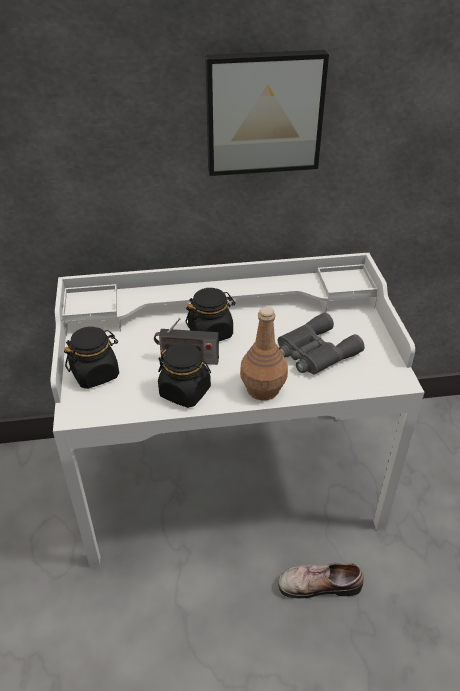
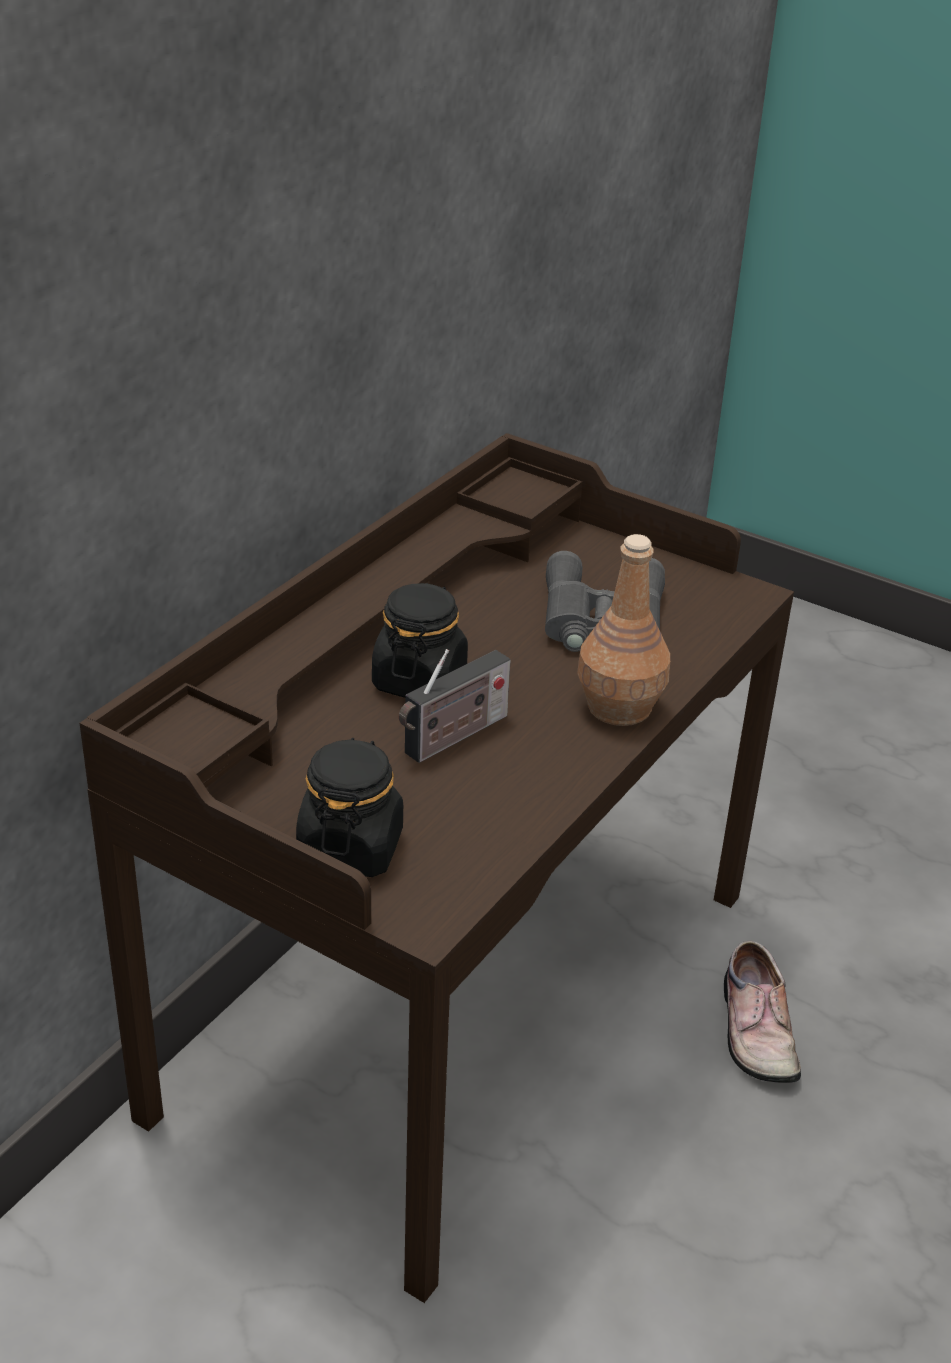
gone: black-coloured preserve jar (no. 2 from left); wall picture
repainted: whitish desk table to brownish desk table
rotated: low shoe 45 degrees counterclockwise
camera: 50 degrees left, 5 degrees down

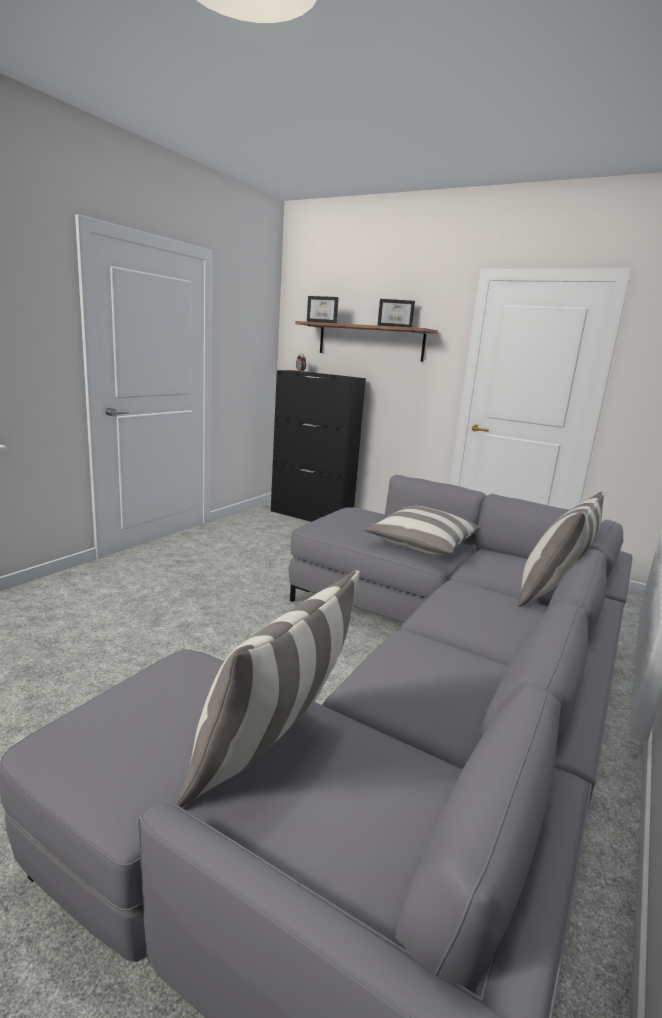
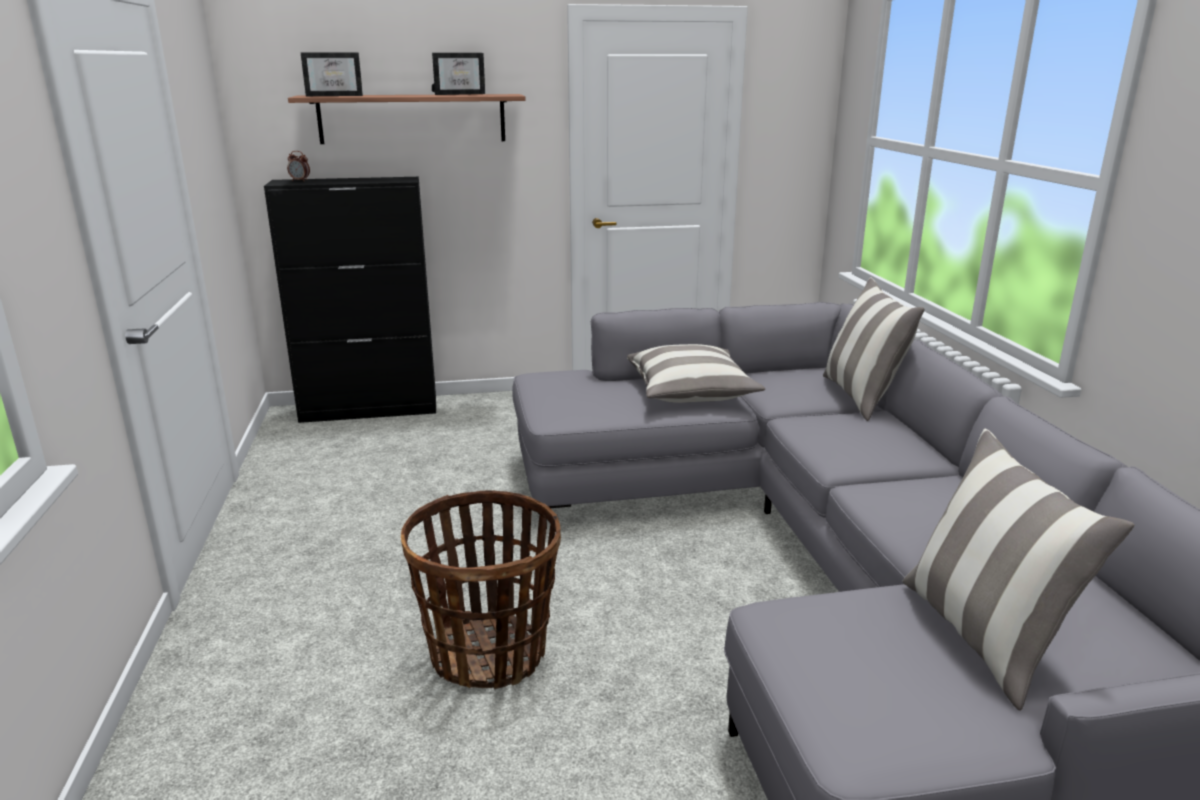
new: household basket
camera: 40 degrees left, 5 degrees up

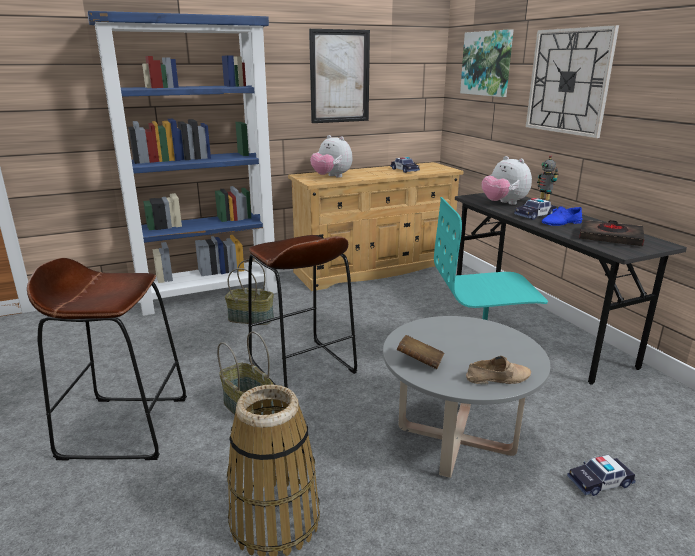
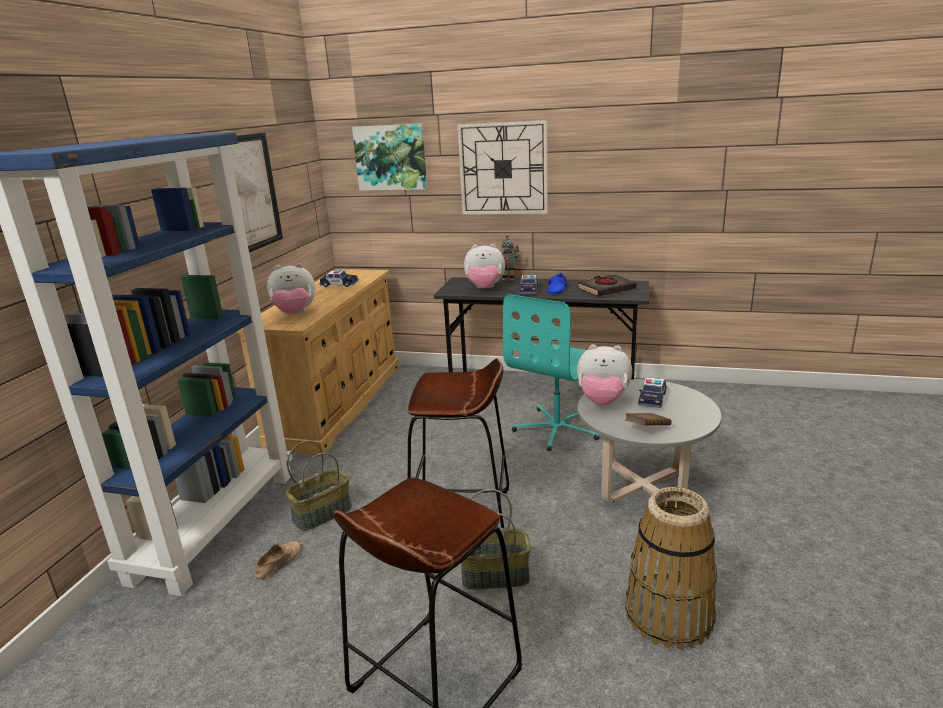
new: plush toy (no. 3 from left)
shifted: beige low shoe; model car (no. 3 from left)
camera: 50 degrees left, 0 degrees up

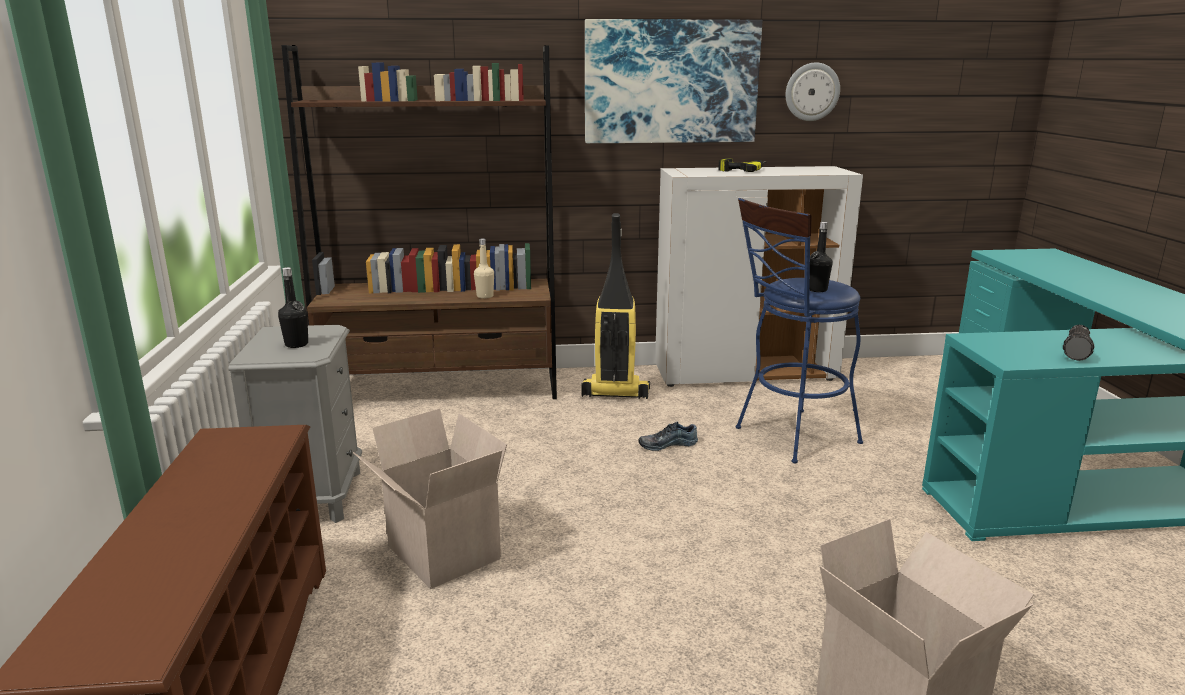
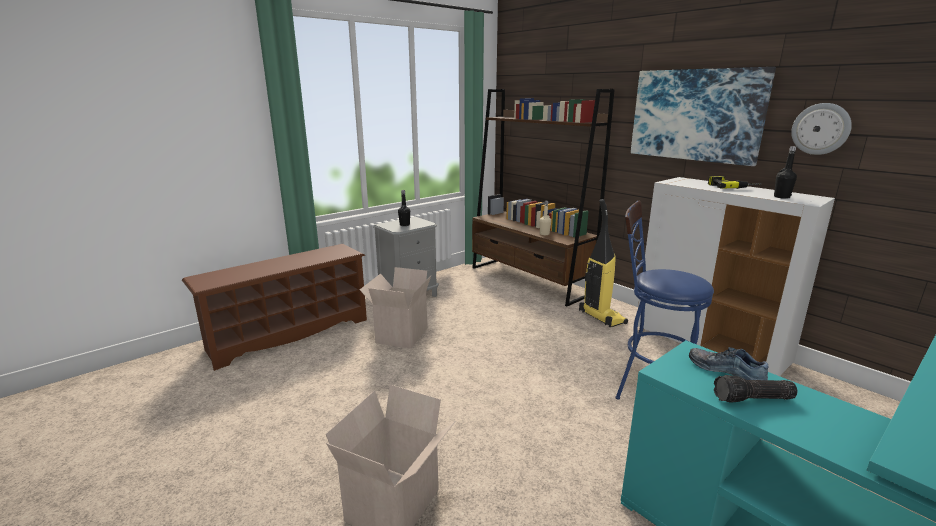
shifted: low shoe; black-coloured bottle (no. 2 from left)
camera: 55 degrees right, 0 degrees up

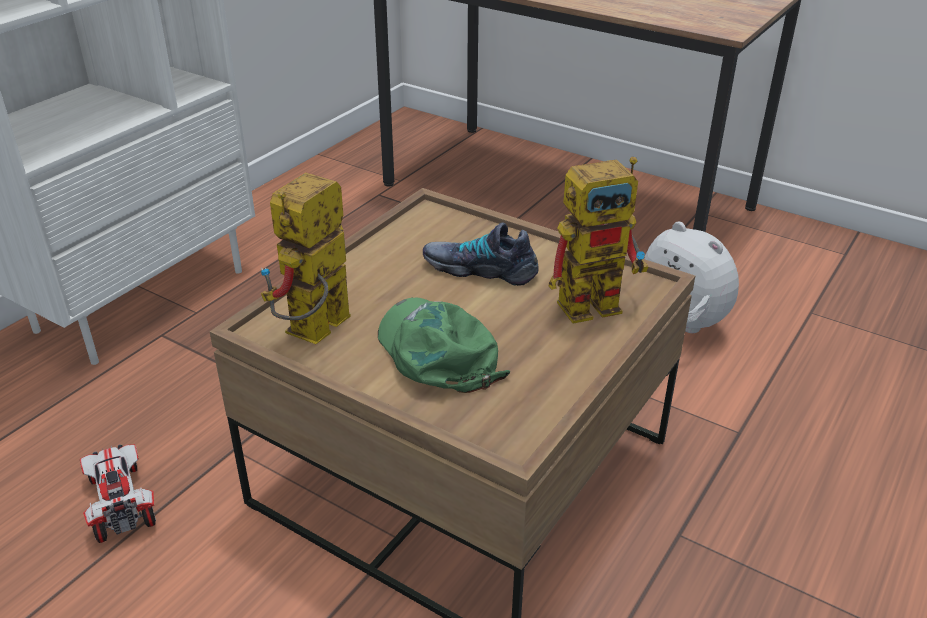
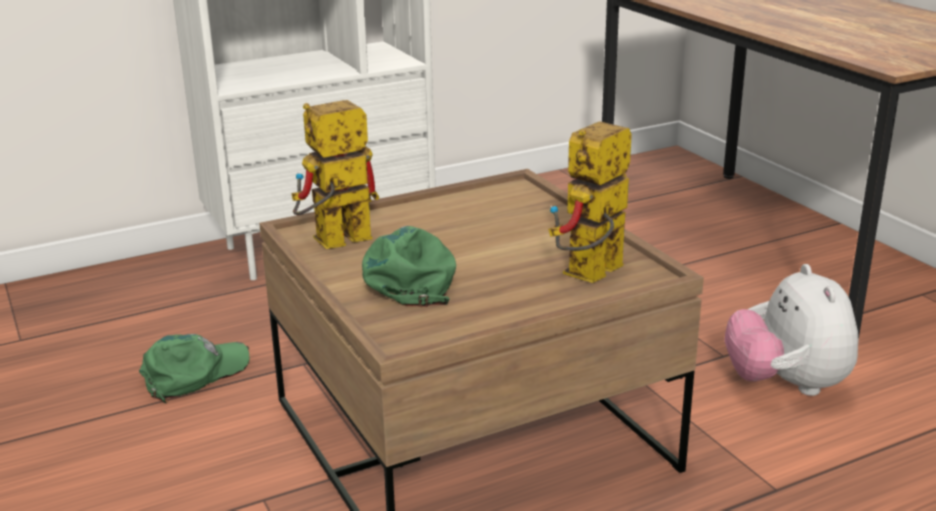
gone: low shoe
swapped: model car to green peaked cap (no. 1 from left)
rotated: toy robot (no. 2 from left) 120 degrees clockwise
camera: 30 degrees right, 10 degrees down

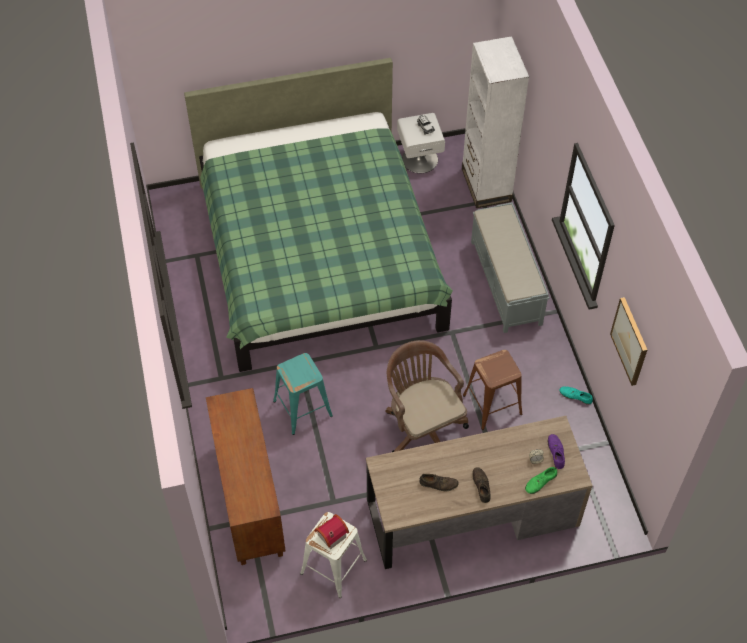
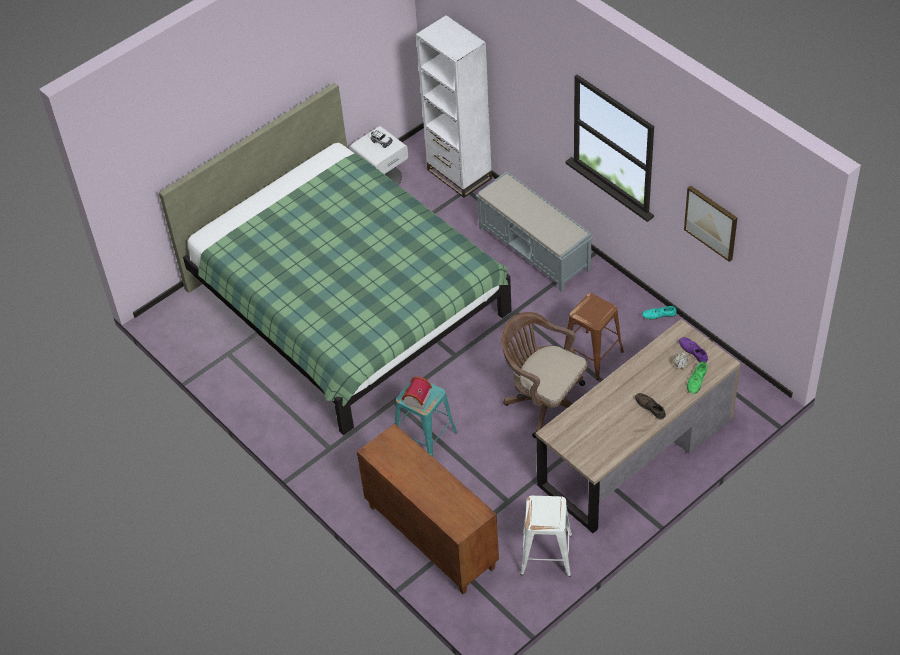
gone: brownish low shoe (no. 1 from left)
shifted: miniature house
camera: 25 degrees left, 5 degrees down

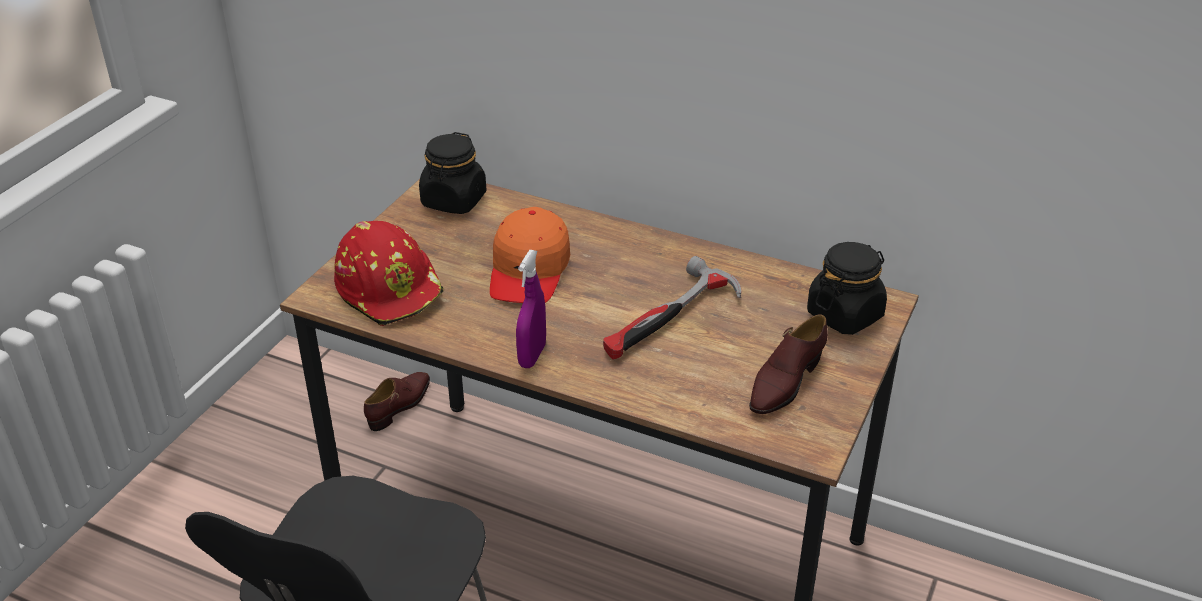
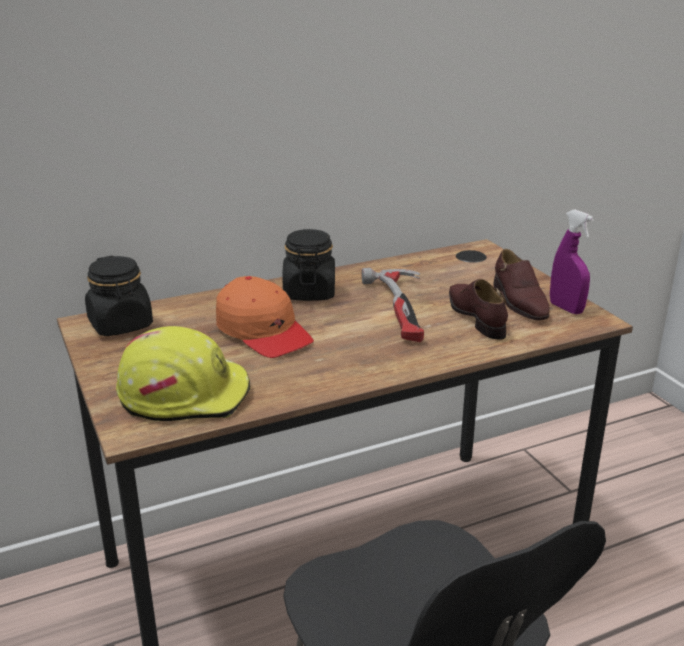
shifted: black-coloured preserve jar (no. 2 from left); brownish low shoe (no. 1 from left); purple-coloured spray bottle
repainted: reddish safety helmet to yellow safety helmet
camera: 50 degrees left, 10 degrees down

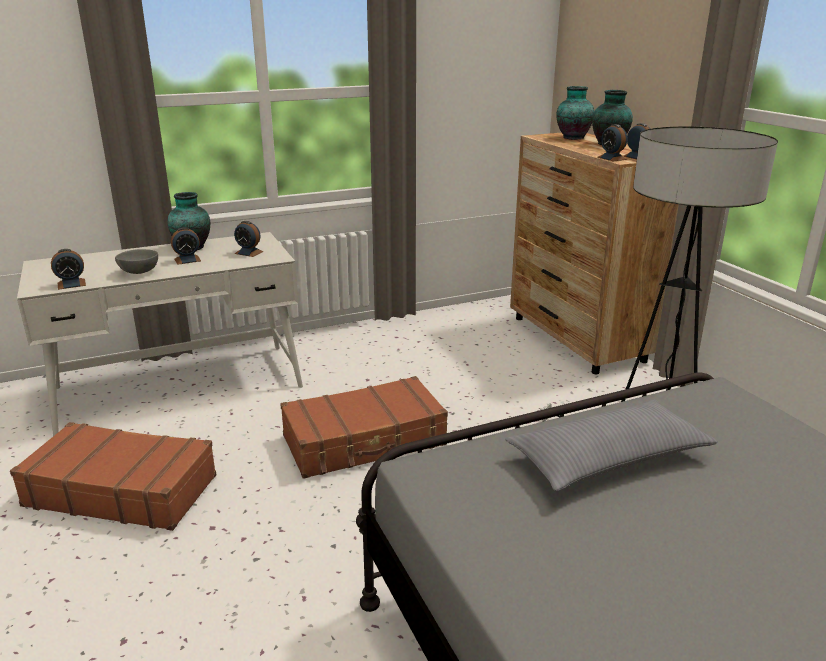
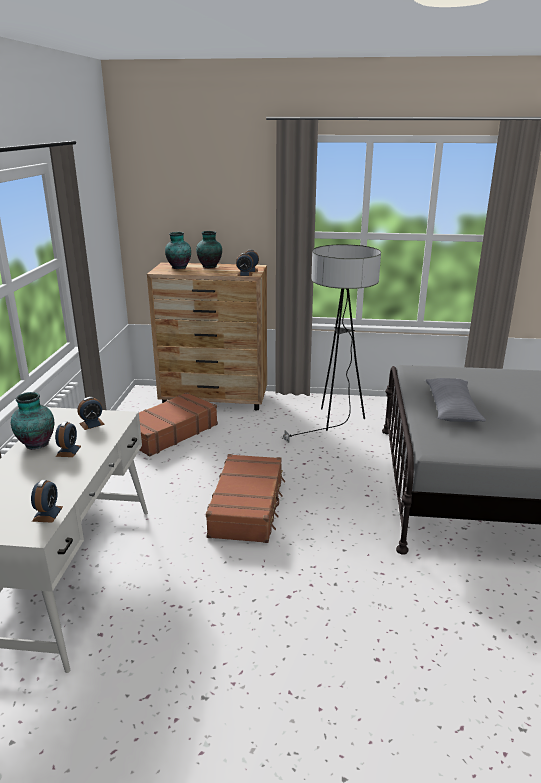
gone: greyish bowl
shifted: brownish piece of luggage (no. 1 from left)
camera: 60 degrees left, 0 degrees up

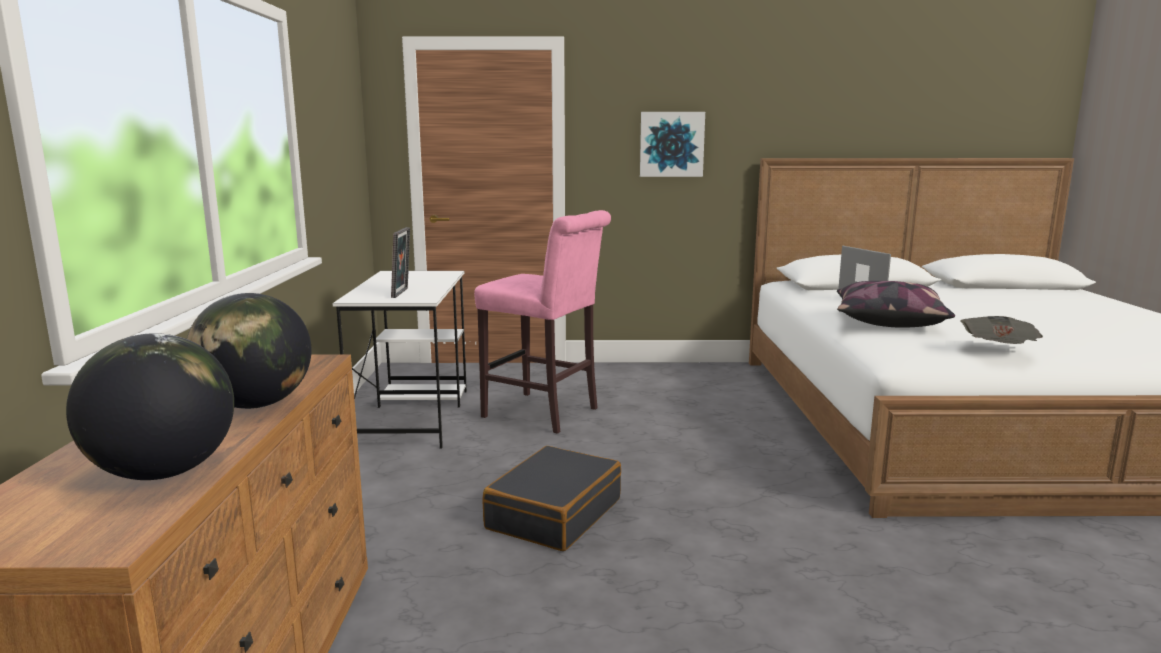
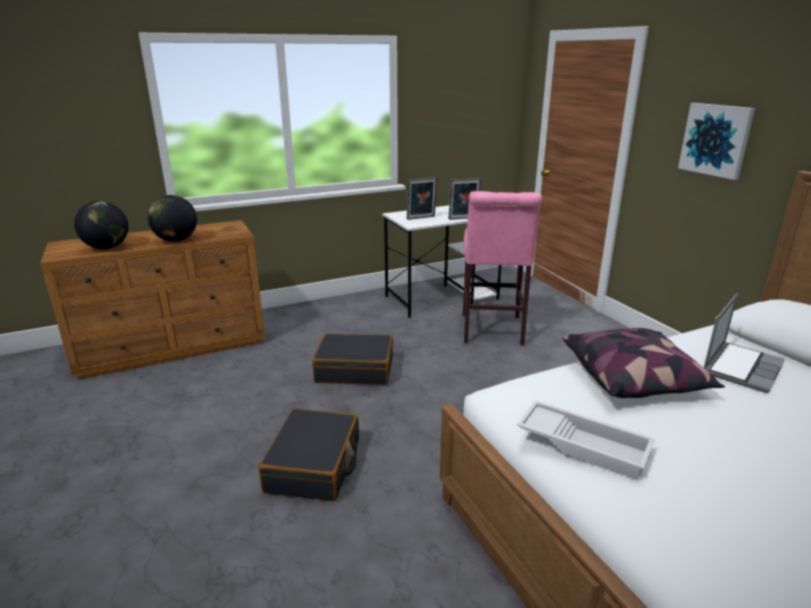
new: black-coloured piece of luggage (no. 1 from left); picture frame (no. 2 from left)
swapped: daily paper to whitish carrying tray
camera: 65 degrees right, 10 degrees up

